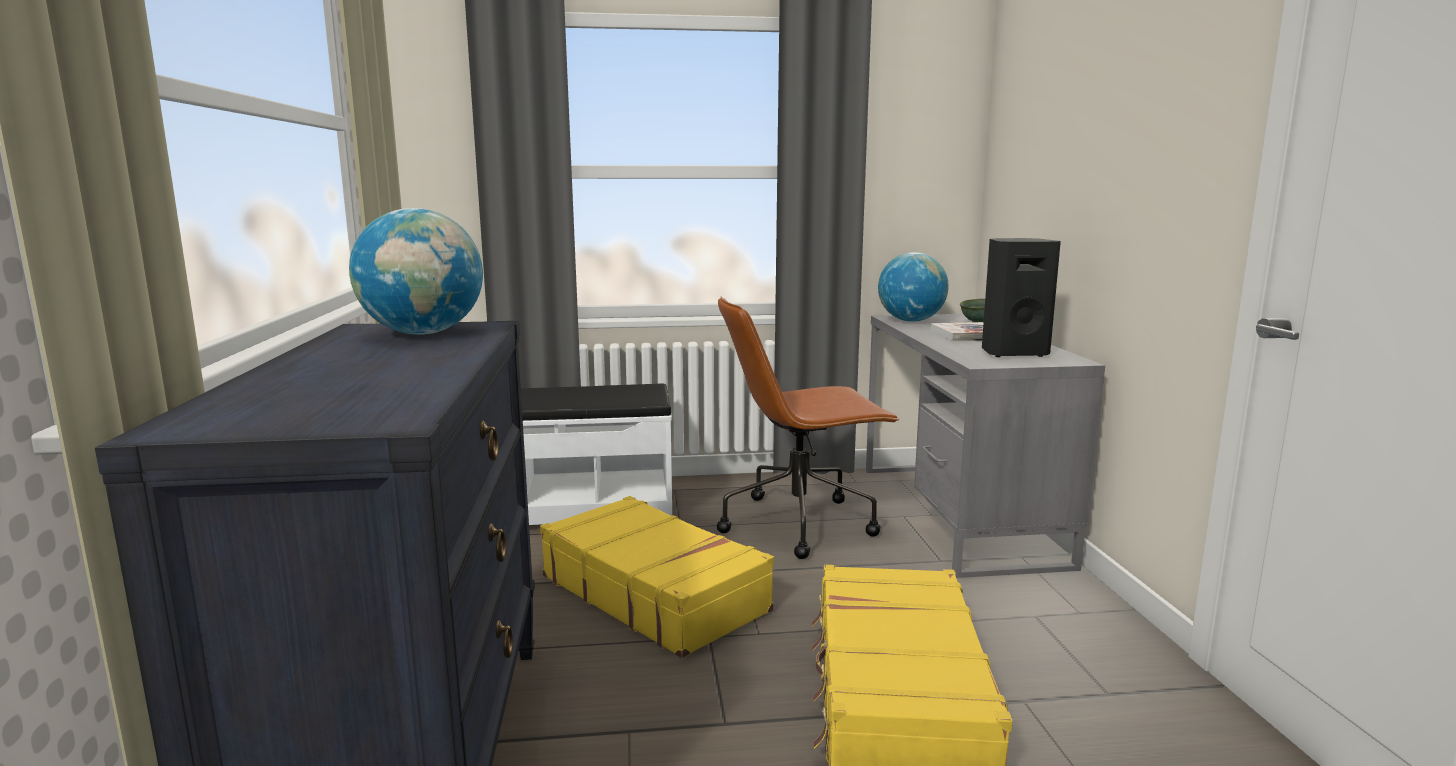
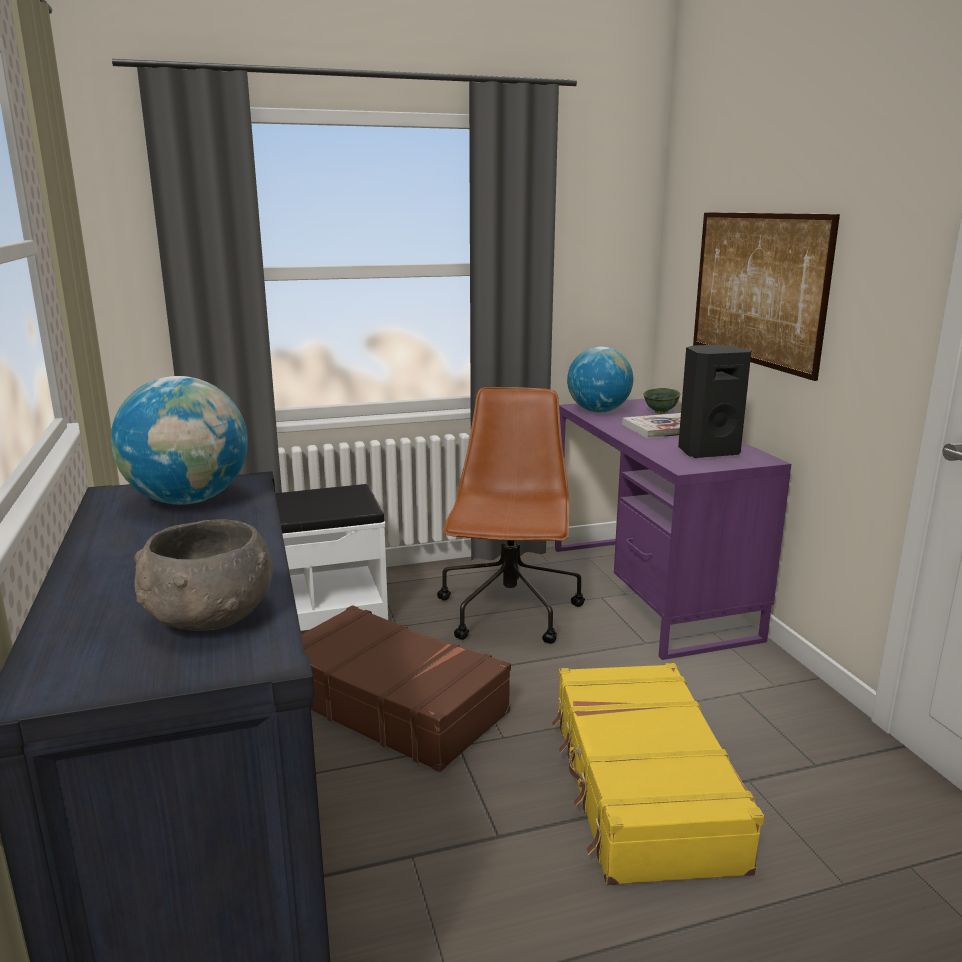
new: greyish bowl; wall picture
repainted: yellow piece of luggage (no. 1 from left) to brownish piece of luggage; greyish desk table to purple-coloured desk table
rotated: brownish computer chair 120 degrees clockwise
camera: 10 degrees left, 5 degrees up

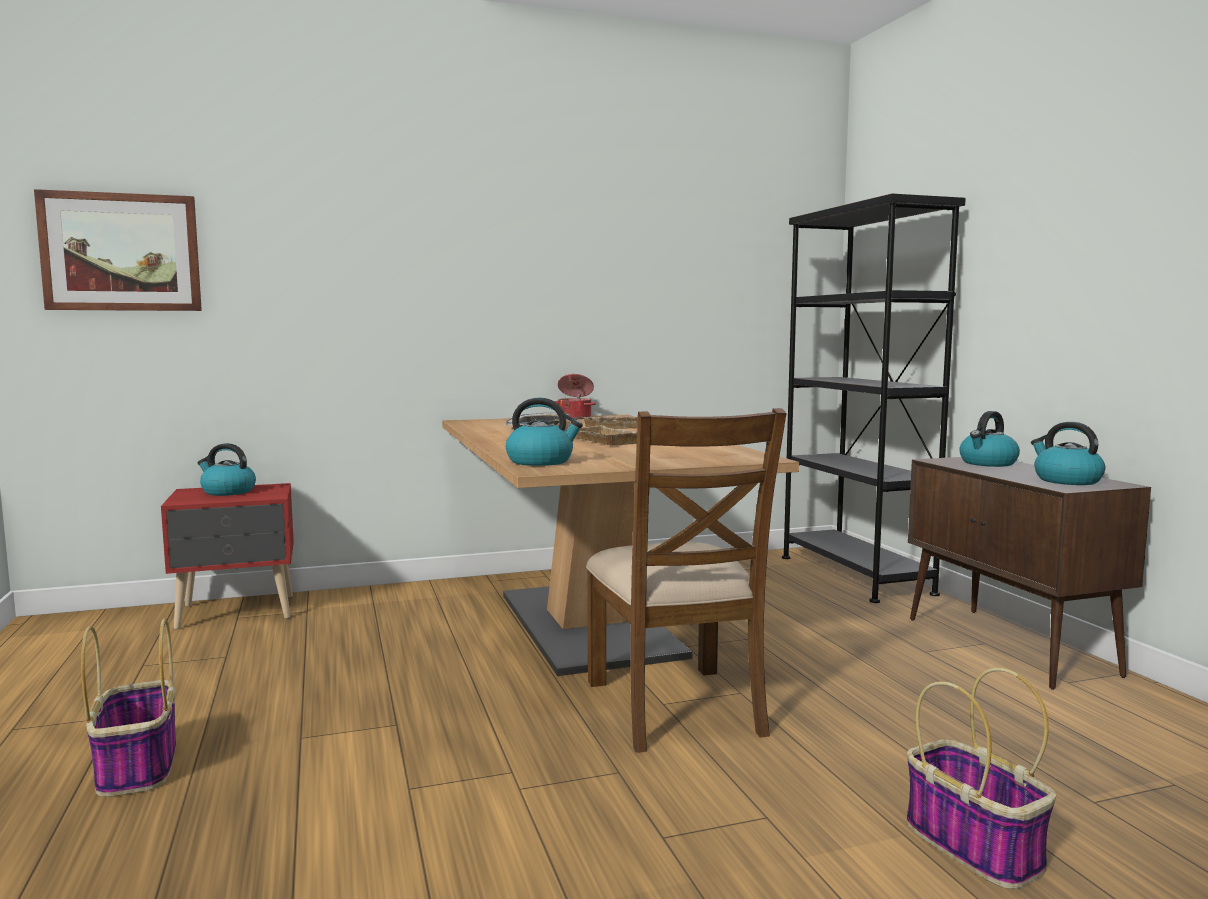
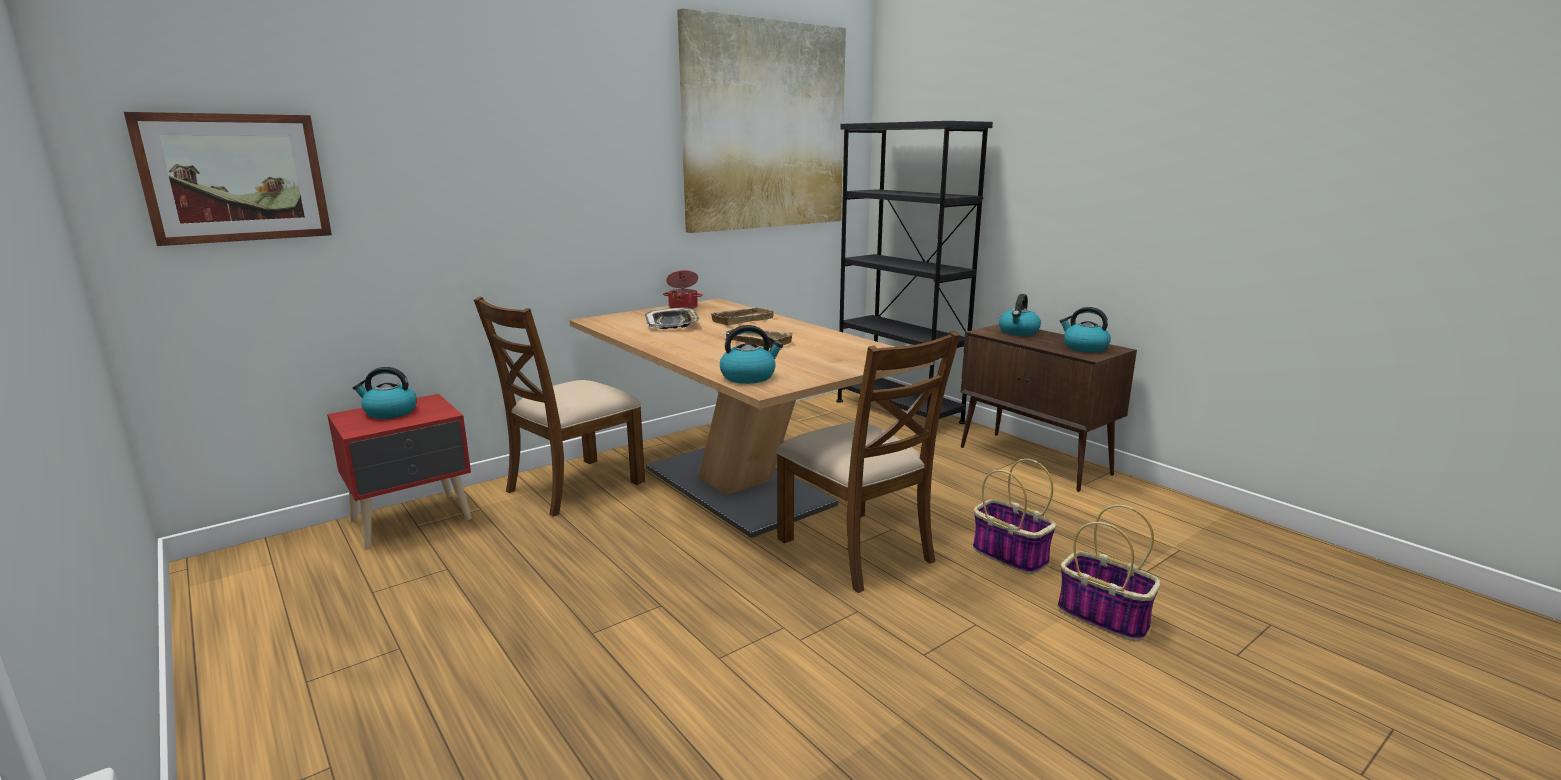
new: brownish upright chair (no. 1 from left); wall picture (no. 2 from left)
shifted: household basket (no. 1 from left)
camera: 20 degrees left, 10 degrees up

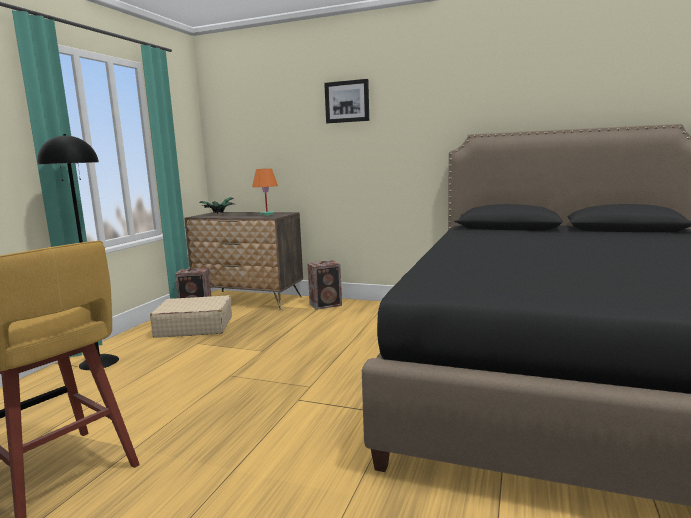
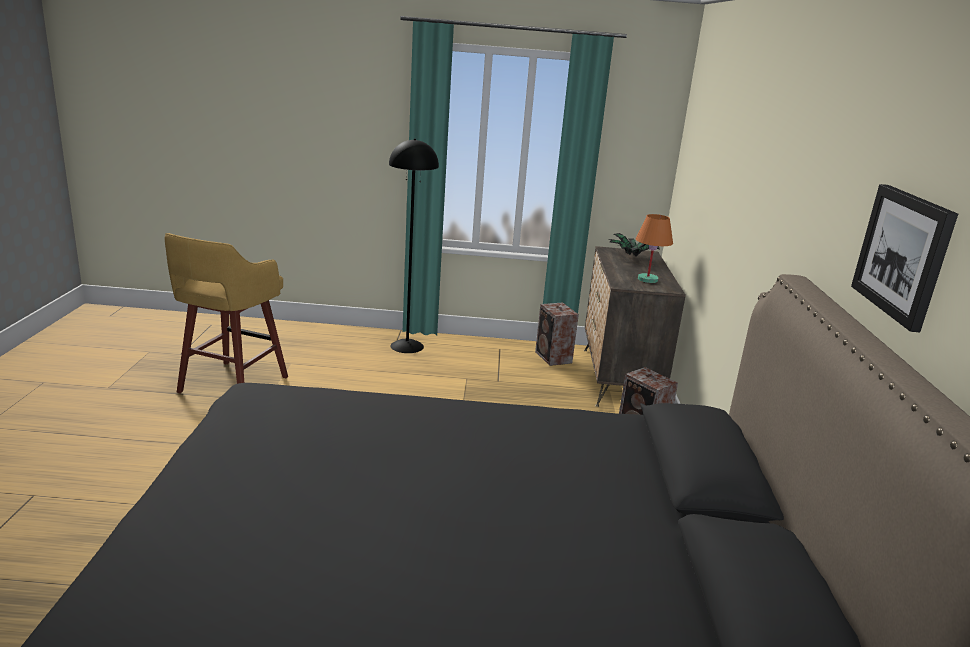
gone: beige piece of luggage
shifted: wall picture
camera: 70 degrees right, 10 degrees up

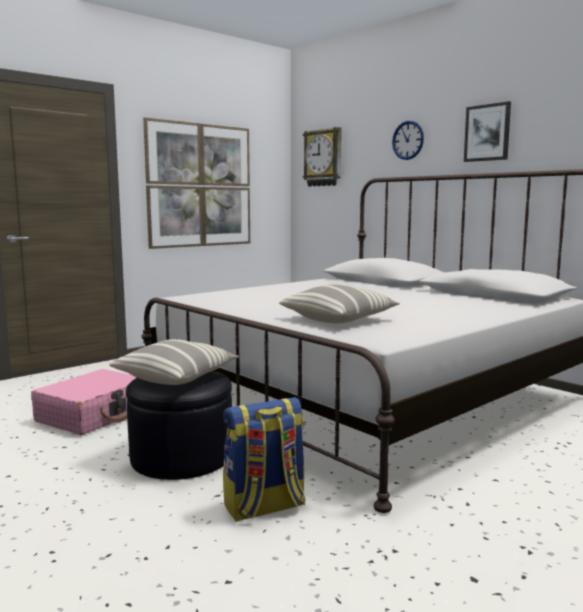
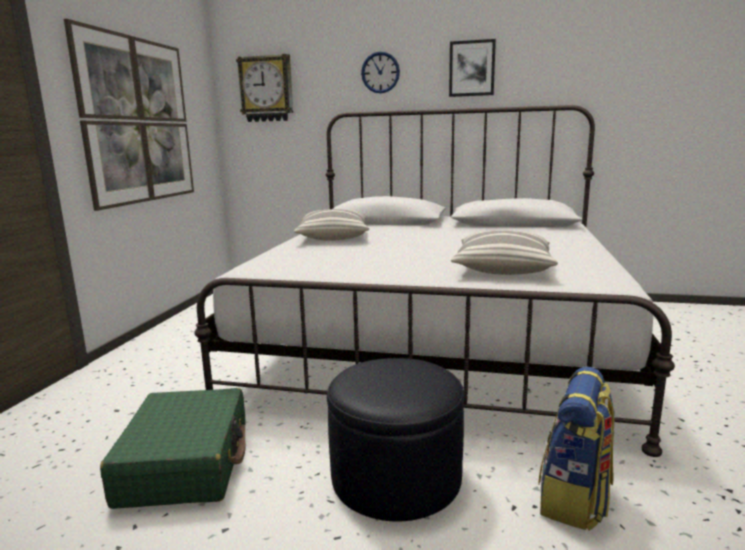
shifted: throw pillow (no. 1 from left)
repainted: pink-coloured piece of luggage to green piece of luggage
camera: 35 degrees left, 5 degrees up

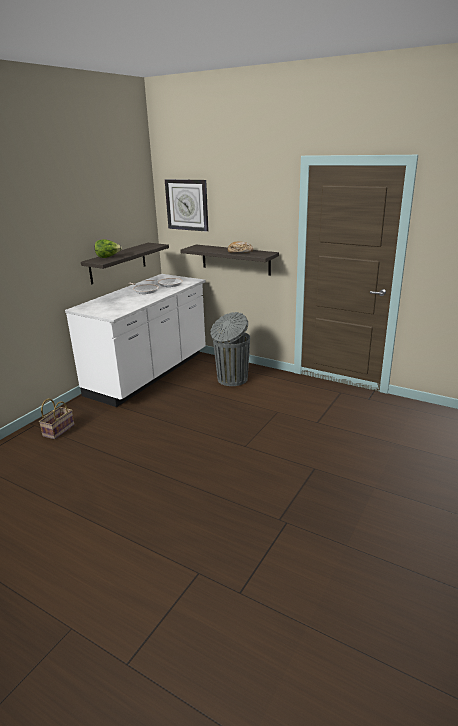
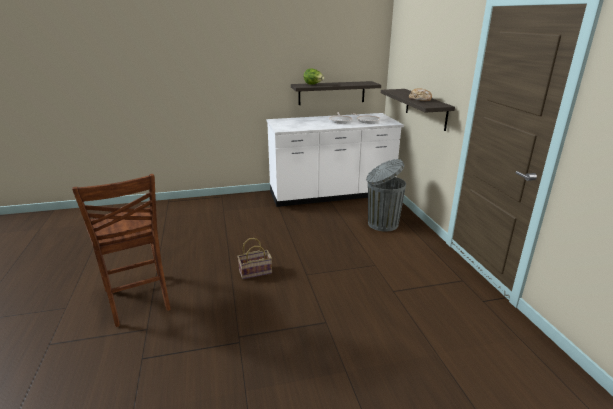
gone: clock on the wall
new: brownish upright chair
shifted: household basket
camera: 45 degrees right, 0 degrees up

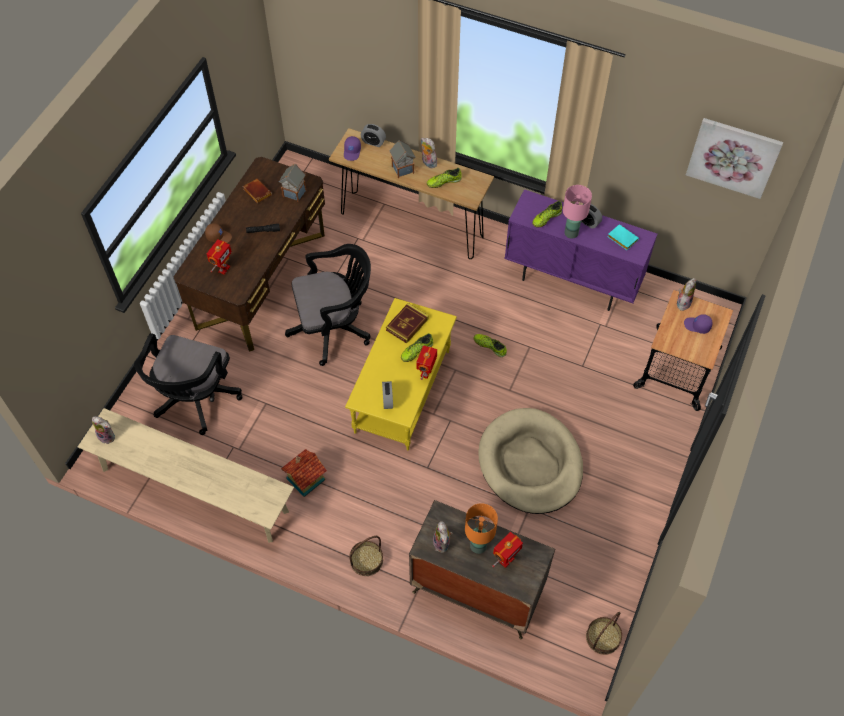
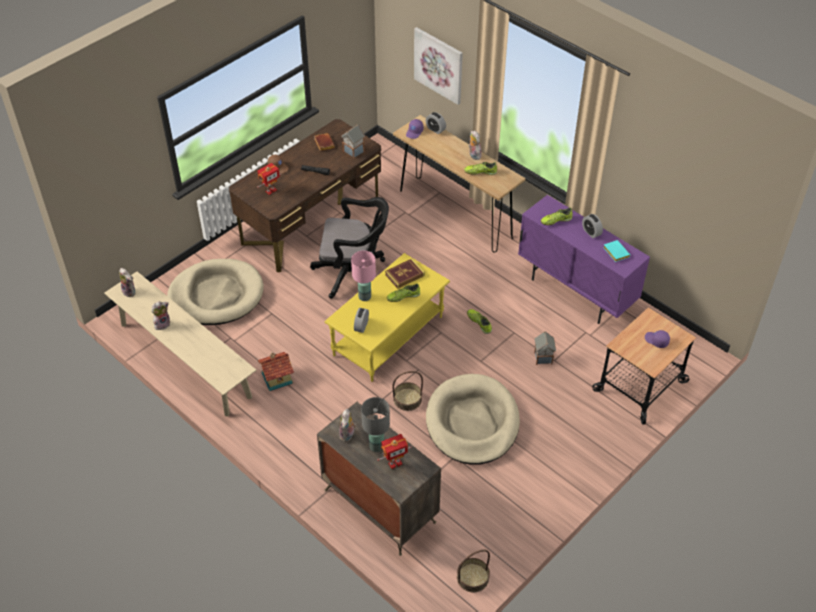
gone: toy robot (no. 2 from left)
shifted: plush toy (no. 4 from left in the first image) to plush toy (no. 2 from left); pink-coloured lamp for a table; household basket (no. 1 from left); wall picture; miniature house (no. 3 from left)
swapped: black-coloured computer chair (no. 1 from left) to beige dog bed (no. 1 from left)
repainted: orange lamp for a table to greyish lamp for a table
camera: 20 degrees right, 10 degrees down

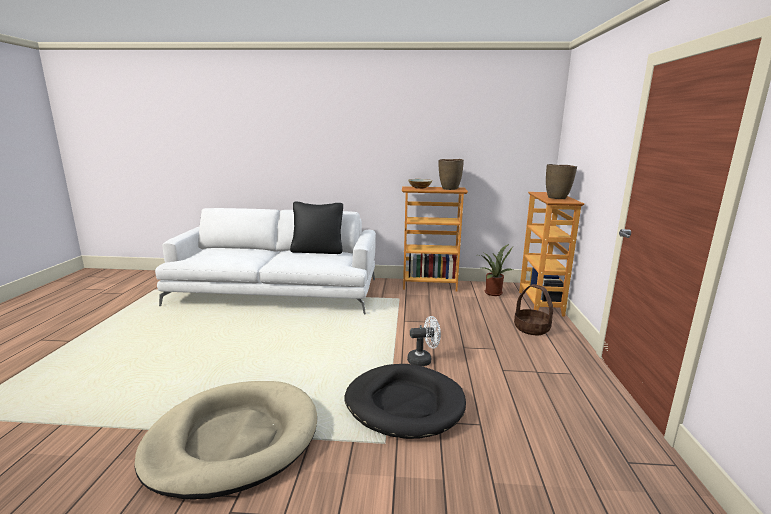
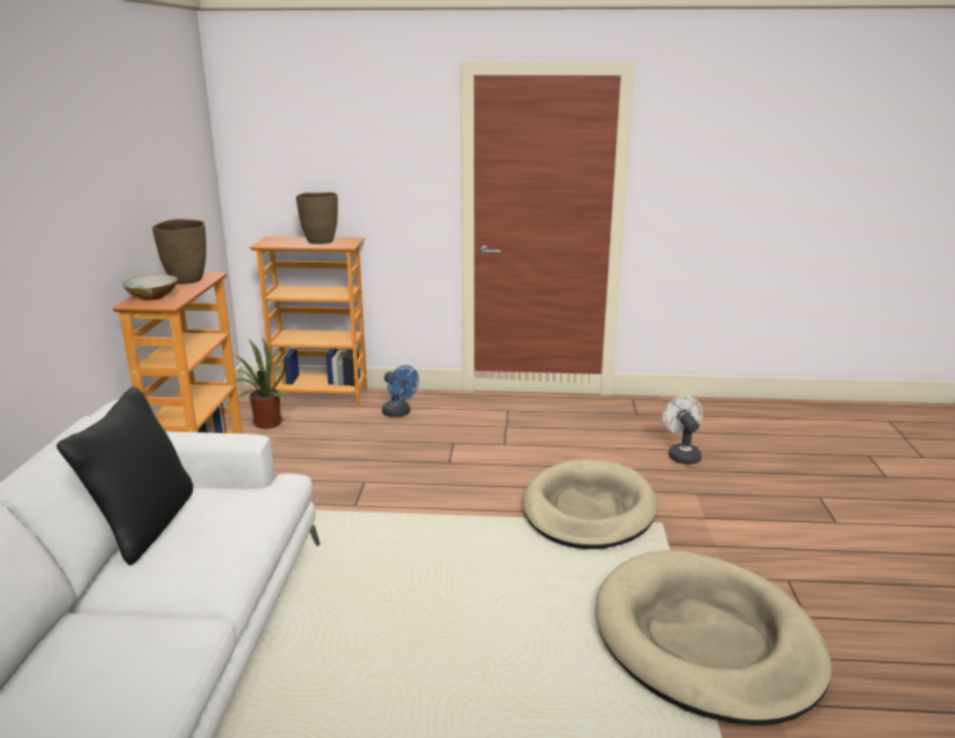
shifted: whitish cooling fan
swapped: household basket to blue cooling fan
repainted: black-coloured dog bed to beige dog bed (no. 1 from left)
camera: 90 degrees left, 5 degrees up

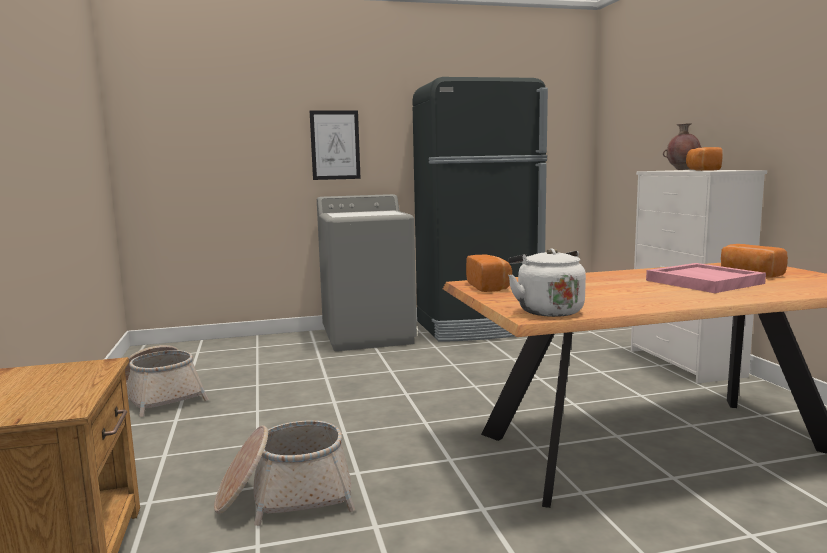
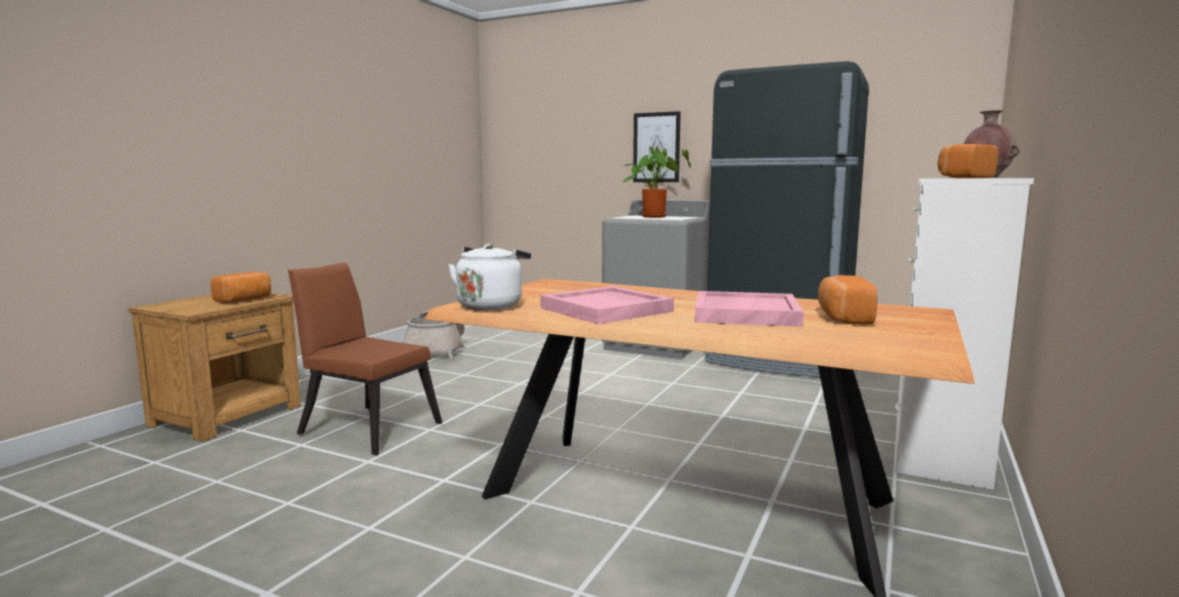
new: pink-coloured carrying tray (no. 1 from left); potted plant
shifted: bread (no. 1 from left)
swapped: household basket (no. 2 from left) to brownish upright chair
camera: 40 degrees right, 0 degrees up

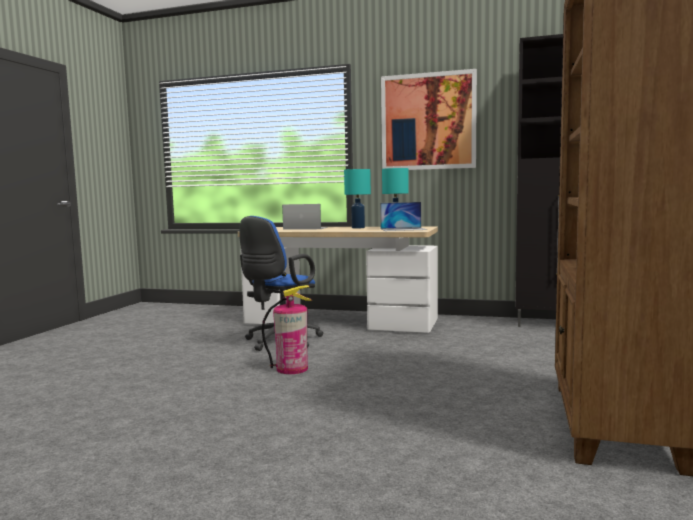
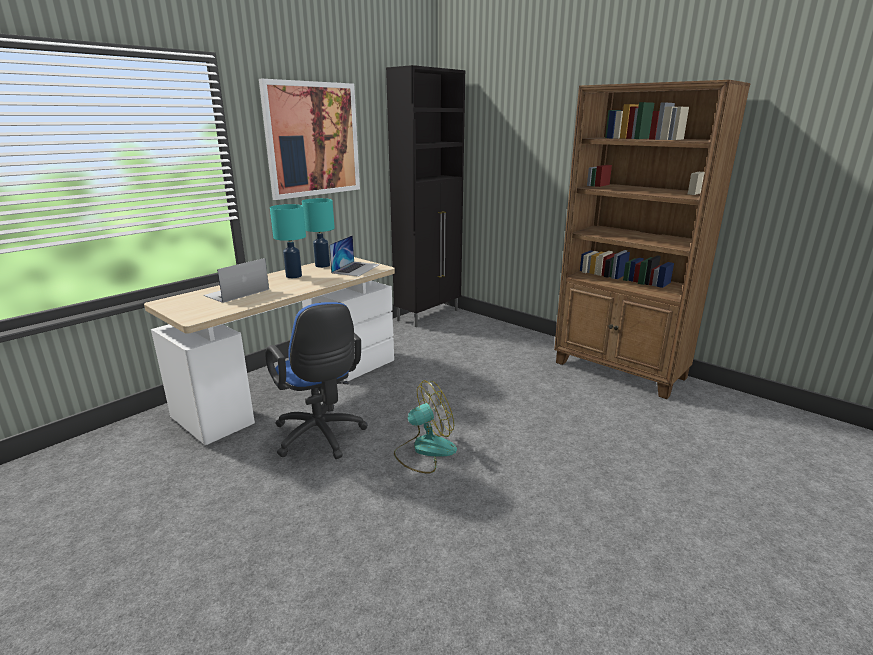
swapped: fire-fighting cylinder to cooling fan
camera: 65 degrees left, 15 degrees up

